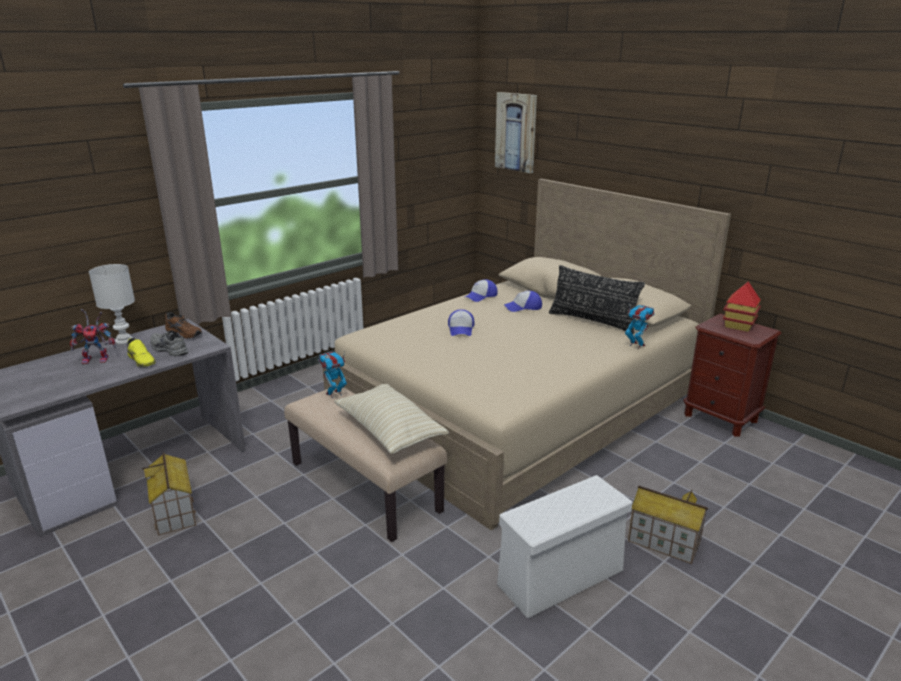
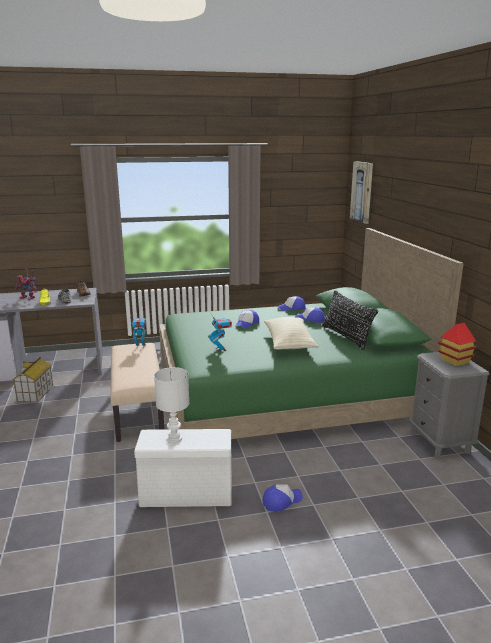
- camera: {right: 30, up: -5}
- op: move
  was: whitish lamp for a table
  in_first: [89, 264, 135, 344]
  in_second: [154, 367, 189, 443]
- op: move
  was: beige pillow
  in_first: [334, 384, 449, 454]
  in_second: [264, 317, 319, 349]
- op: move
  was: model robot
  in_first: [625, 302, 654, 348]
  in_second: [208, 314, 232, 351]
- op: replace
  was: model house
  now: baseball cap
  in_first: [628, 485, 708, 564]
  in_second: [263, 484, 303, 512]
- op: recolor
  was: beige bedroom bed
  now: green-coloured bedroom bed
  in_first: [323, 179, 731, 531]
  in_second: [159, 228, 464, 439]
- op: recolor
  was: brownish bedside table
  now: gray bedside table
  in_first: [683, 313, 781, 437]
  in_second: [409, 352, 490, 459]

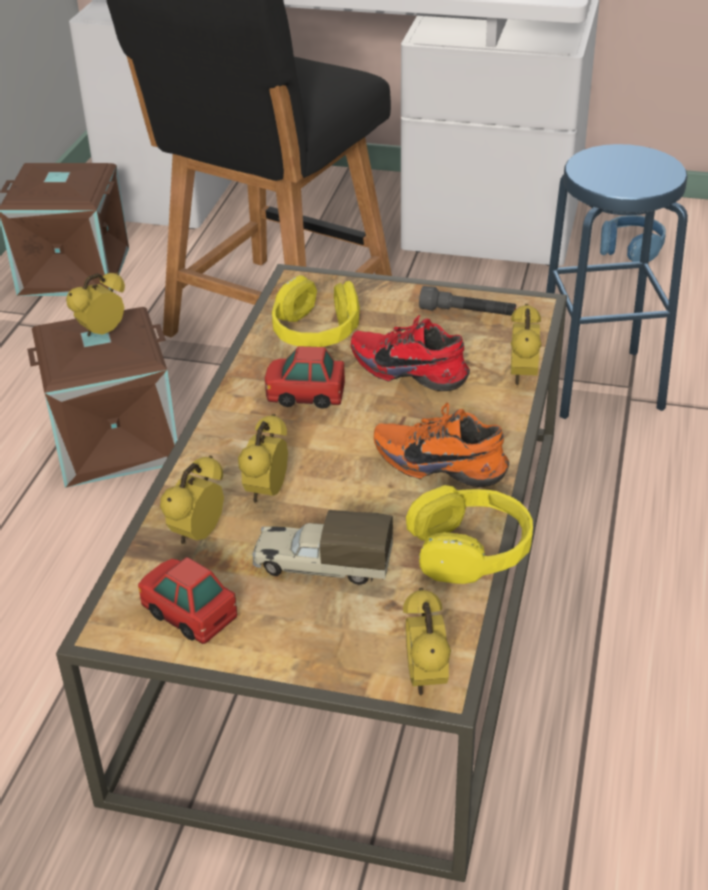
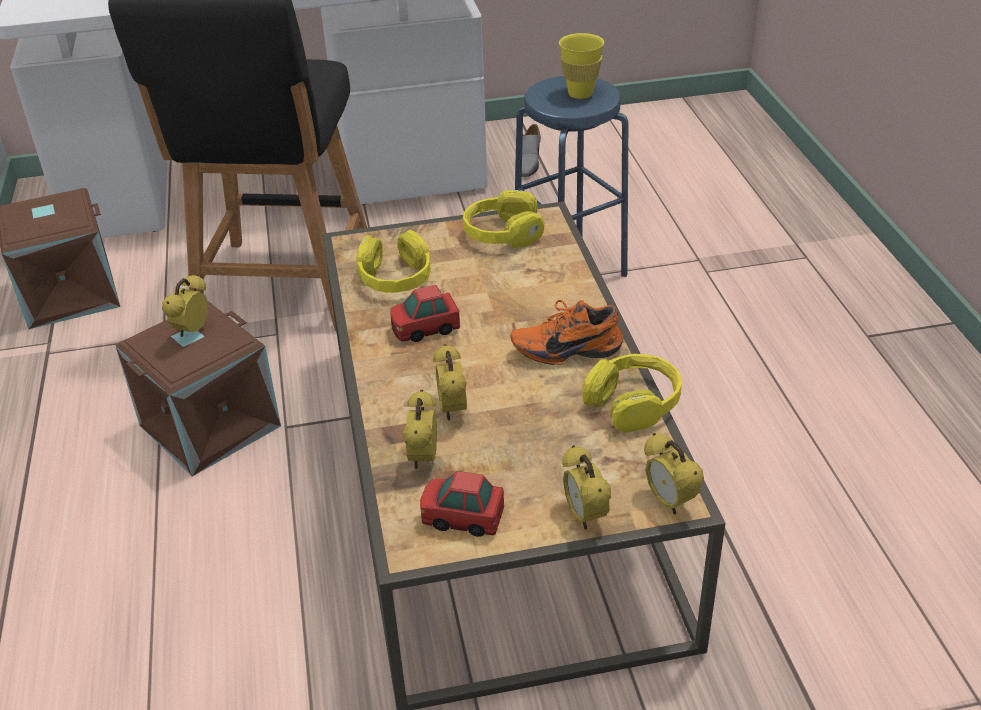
- camera: {right: -25, up: 0}
- op: delete
  was: toy lorry
  in_first: [252, 510, 393, 585]
- op: delete
  was: red shoe
  in_first: [351, 315, 470, 391]
- op: insert
  now: yellowish drinking cup
  in_second: [559, 33, 604, 99]
- op: move
  was: alarm clock
  in_first: [511, 304, 542, 385]
  in_second: [562, 445, 611, 530]
- op: replace
  was: gray torch
  now: yellowish headphones
  in_first: [419, 286, 516, 316]
  in_second: [463, 190, 544, 248]
- op: replace
  was: blue-coloured headphones
  now: gray shoe
  in_first: [600, 215, 666, 262]
  in_second: [522, 124, 541, 177]

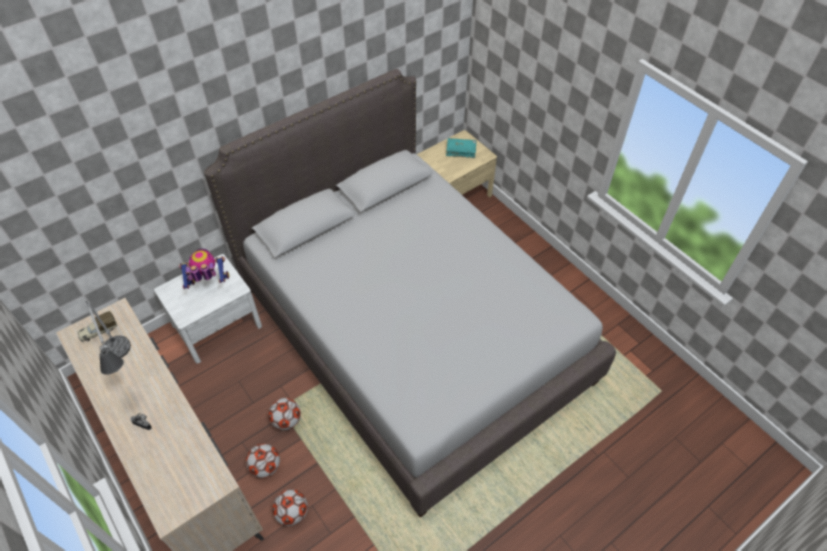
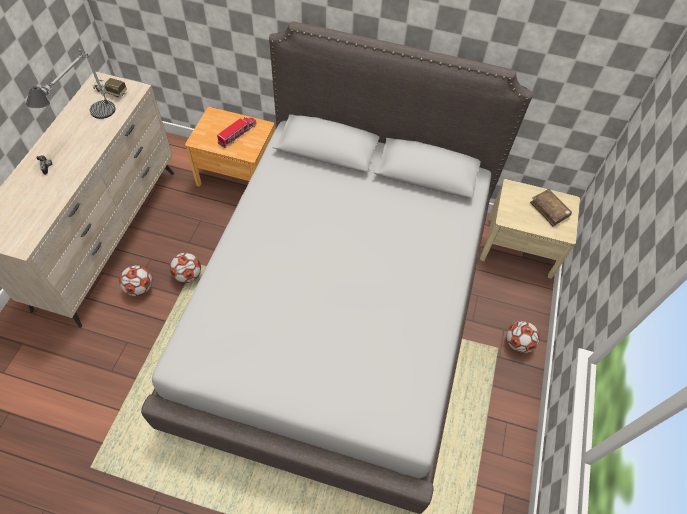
- camera: {right: 50, up: 5}
- op: move
  was: football
  in_first: [272, 489, 308, 526]
  in_second: [506, 321, 540, 353]
- op: replace
  was: model robot
  now: toy lorry
  in_first: [179, 249, 229, 289]
  in_second: [217, 117, 256, 148]
- op: recolor
  was: whitish bedside table
  now: brownish bedside table
  in_first: [154, 254, 262, 364]
  in_second: [185, 107, 275, 187]
- op: recolor
  was: turquoise-coloured book
  now: brownish book
  in_first: [446, 138, 476, 158]
  in_second: [530, 189, 572, 226]

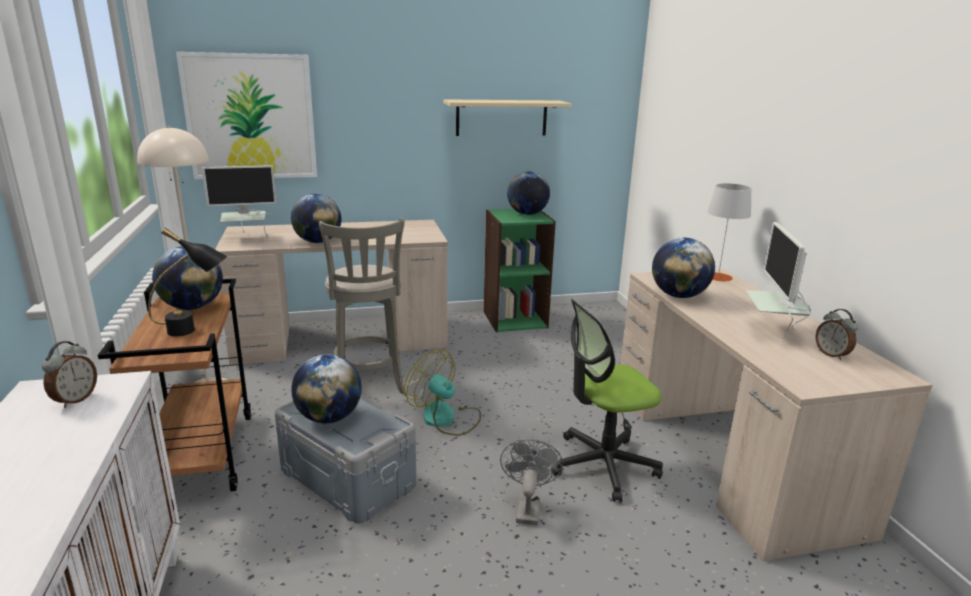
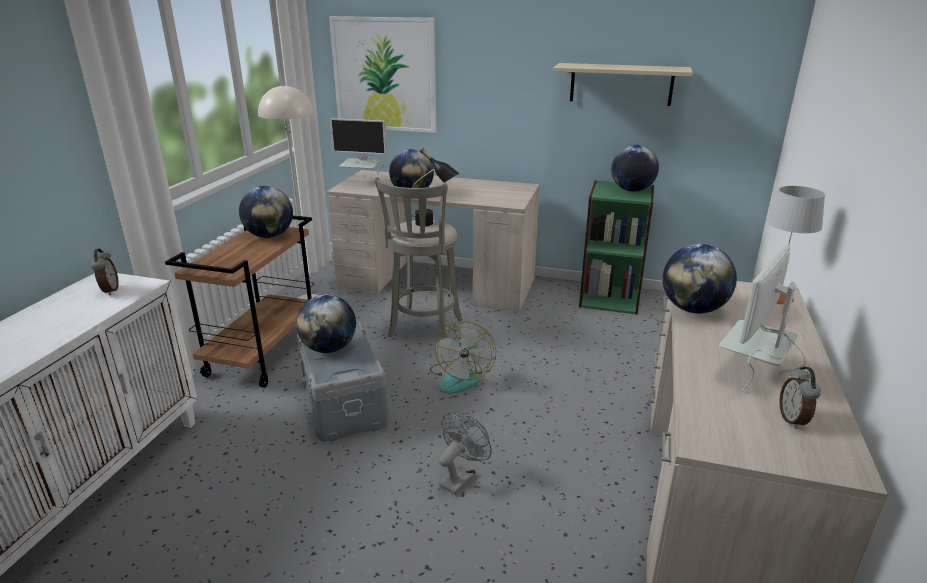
- camera: {right: 30, up: 5}
- op: delete
  was: office chair
  in_first: [551, 299, 663, 502]
- op: move
  was: black lamp for a table
  in_first: [148, 228, 227, 336]
  in_second: [412, 149, 459, 226]
- op: rotate
  was: alarm clock
  in_first: [42, 341, 97, 408]
  in_second: [90, 249, 119, 295]
  clockwise: -60
- op: rotate
  was: fan
  in_first: [404, 350, 481, 436]
  in_second: [430, 321, 496, 394]
  clockwise: -150

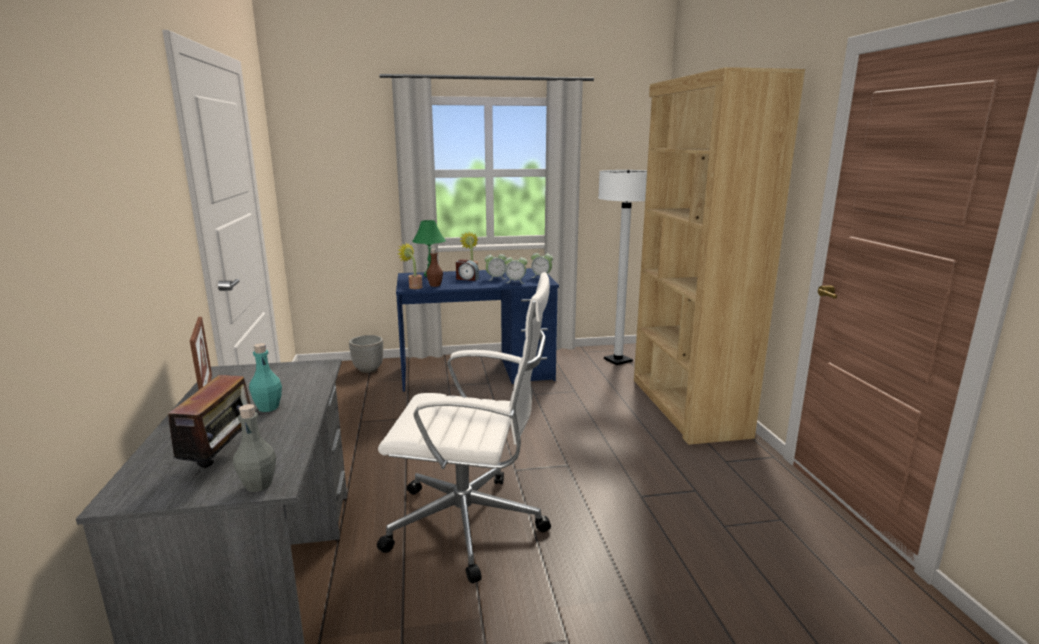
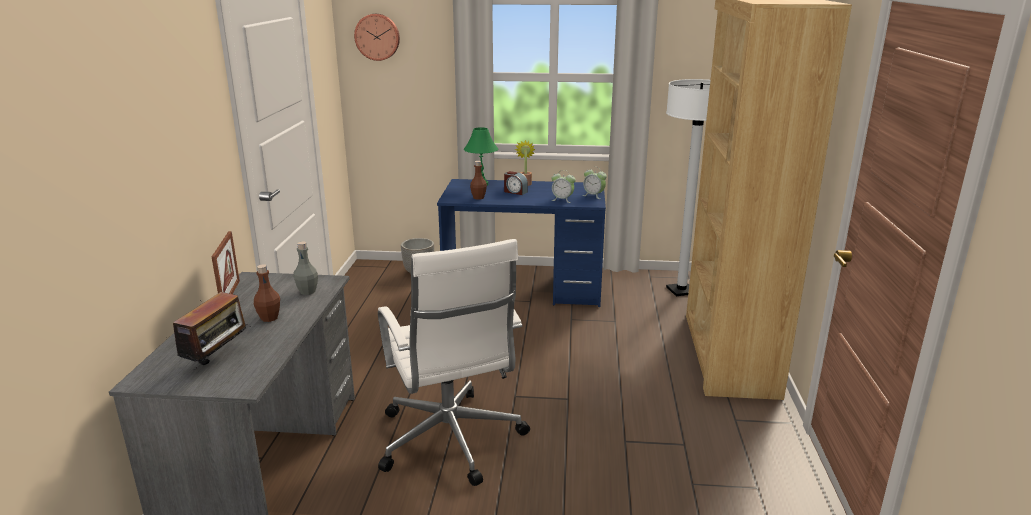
- camera: {right: 15, up: 5}
- op: delete
  was: potted plant
  in_first: [398, 242, 422, 289]
- op: delete
  was: alarm clock
  in_first: [484, 251, 507, 281]
- op: insert
  now: clock on the wall
  in_second: [354, 14, 400, 61]
- op: move
  was: gray beverage bottle
  in_first: [233, 404, 276, 492]
  in_second: [293, 242, 318, 295]
- op: recolor
  was: turquoise-coloured beverage bottle
  now: brownish beverage bottle
  in_first: [249, 343, 282, 412]
  in_second: [254, 265, 280, 322]
- op: rotate
  was: whitish office chair
  in_first: [377, 272, 551, 583]
  in_second: [378, 239, 530, 486]
  clockwise: 45

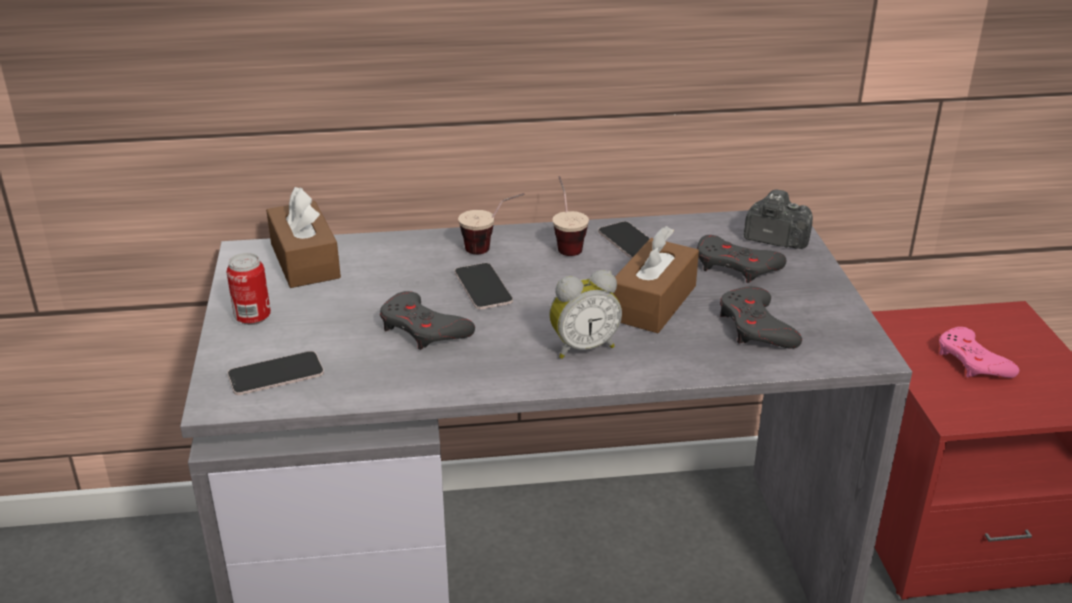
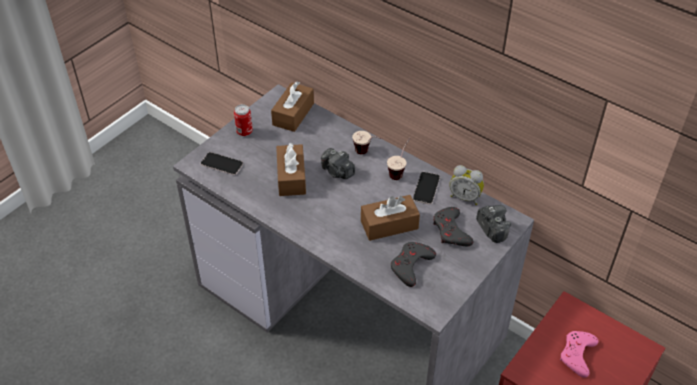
- camera: {right: 45, up: 15}
- op: move
  was: alarm clock
  in_first: [549, 270, 622, 359]
  in_second: [449, 165, 484, 205]
- op: replace
  was: gray game controller
  now: brownish tissue holder
  in_first: [380, 291, 475, 350]
  in_second: [276, 142, 306, 196]
- op: replace
  was: telephone
  now: still camera
  in_first: [454, 263, 513, 309]
  in_second: [321, 148, 355, 179]

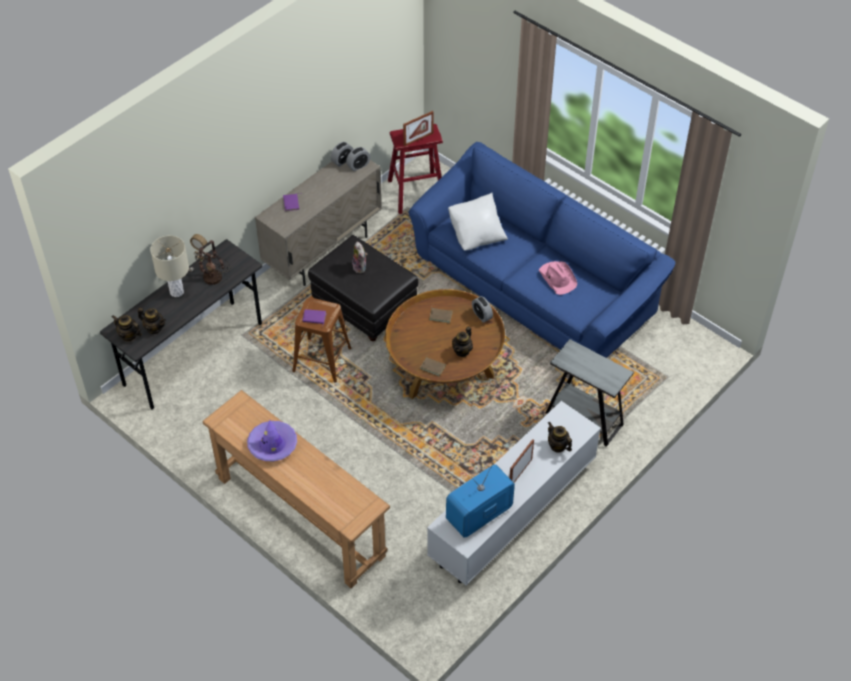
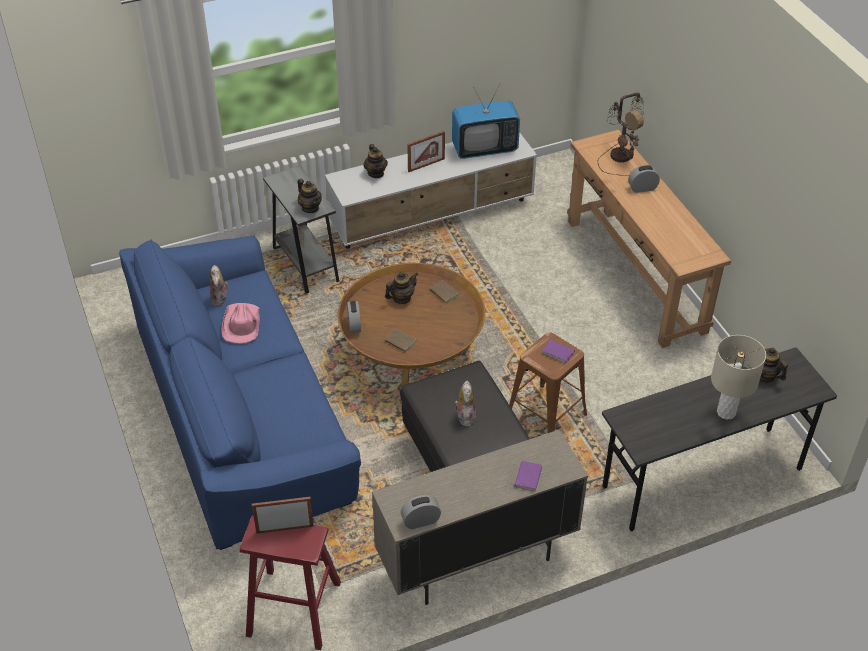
- camera: {right: -155, up: -5}
- op: delete
  was: purple-coloured hat
  in_first: [247, 420, 297, 462]
- op: delete
  was: whitish pillow
  in_first: [448, 193, 508, 251]
- op: insert
  now: cuddly toy
  in_second: [210, 265, 228, 306]
- op: move
  was: pot for tea
  in_first: [112, 315, 142, 342]
  in_second: [297, 179, 322, 213]
- op: move
  was: lamp for a table
  in_first: [188, 234, 231, 285]
  in_second: [598, 92, 644, 176]
- op: move
  was: alarm clock
  in_first: [346, 147, 370, 171]
  in_second: [628, 165, 660, 193]

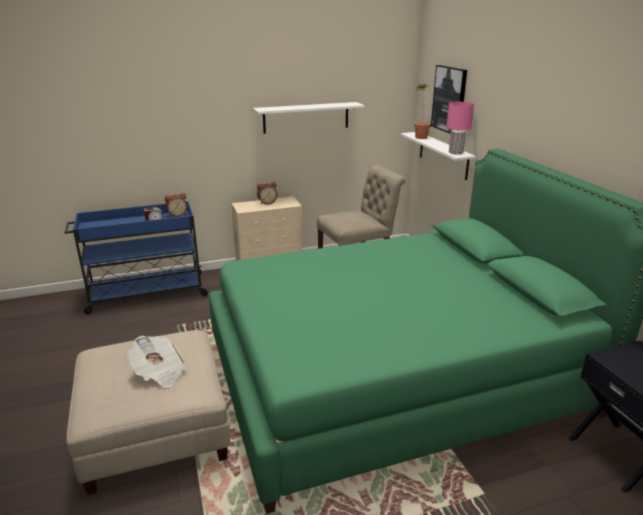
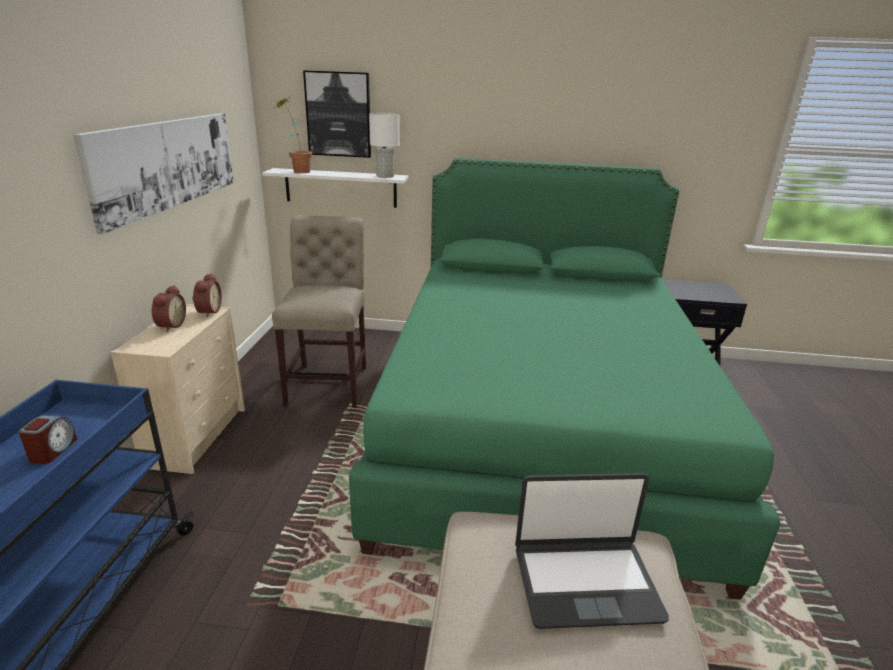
- camera: {right: -65, up: 0}
- op: move
  was: alarm clock
  in_first: [165, 193, 188, 217]
  in_second: [192, 273, 222, 317]
- op: replace
  was: newspaper
  now: notebook computer
  in_first: [127, 336, 187, 388]
  in_second: [515, 473, 669, 629]
- op: replace
  was: whitish shelf
  now: picture
  in_first: [253, 102, 365, 134]
  in_second: [73, 113, 234, 234]
- op: recolor
  was: pink-coloured lamp for a table
  now: whitish lamp for a table
  in_first: [447, 102, 474, 154]
  in_second: [369, 113, 400, 178]

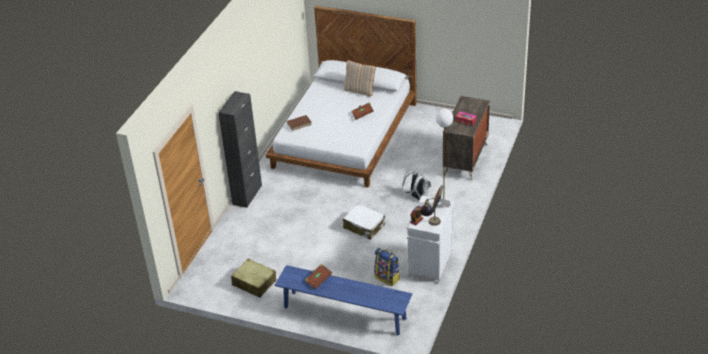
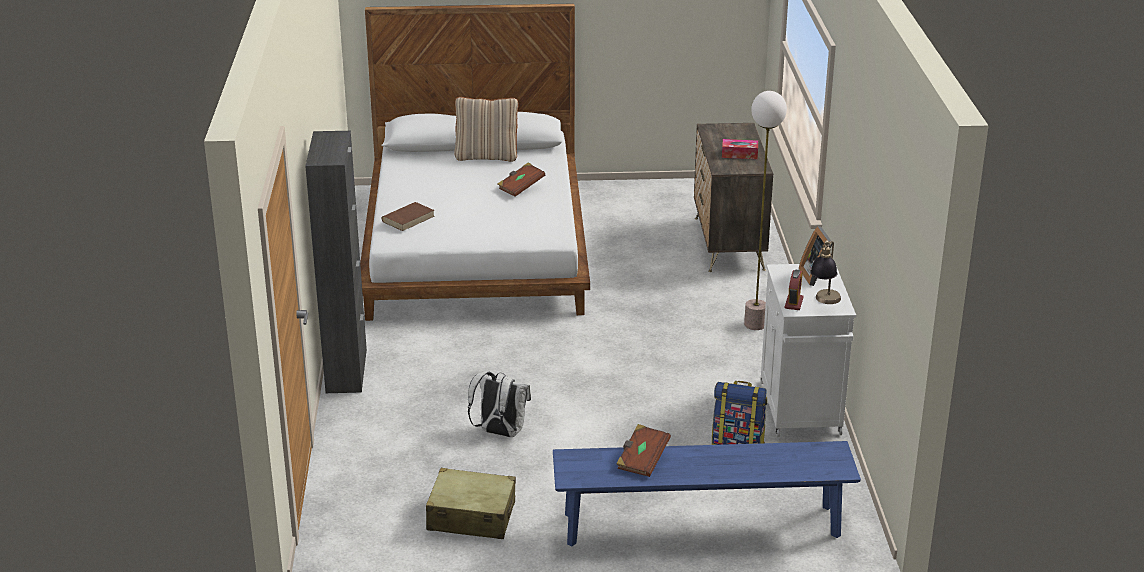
- camera: {right: -25, up: -10}
- op: delete
  was: whitish travel case
  in_first: [343, 204, 385, 240]
- op: move
  was: whitish backpack
  in_first: [402, 170, 431, 200]
  in_second: [468, 371, 531, 437]

